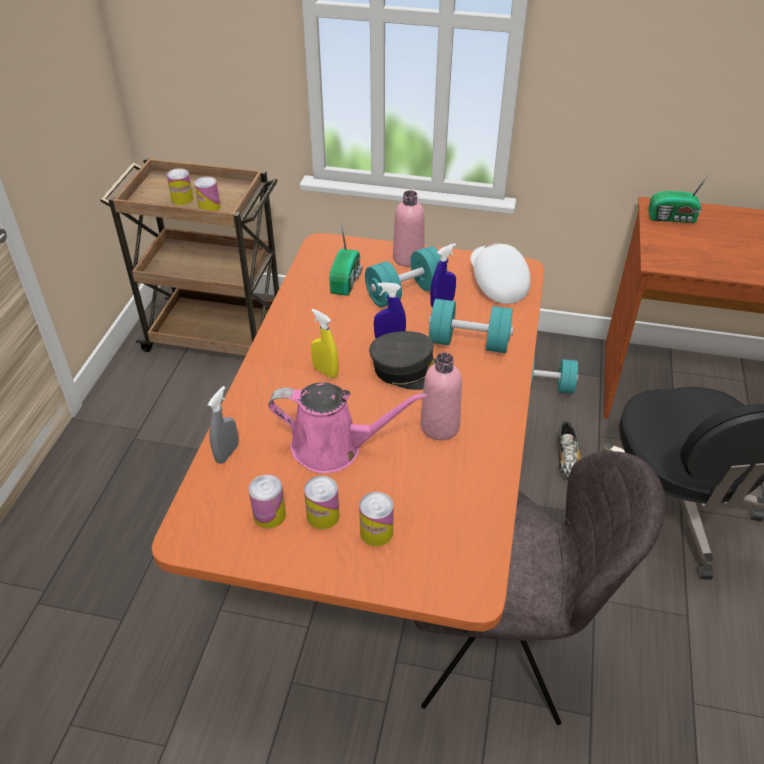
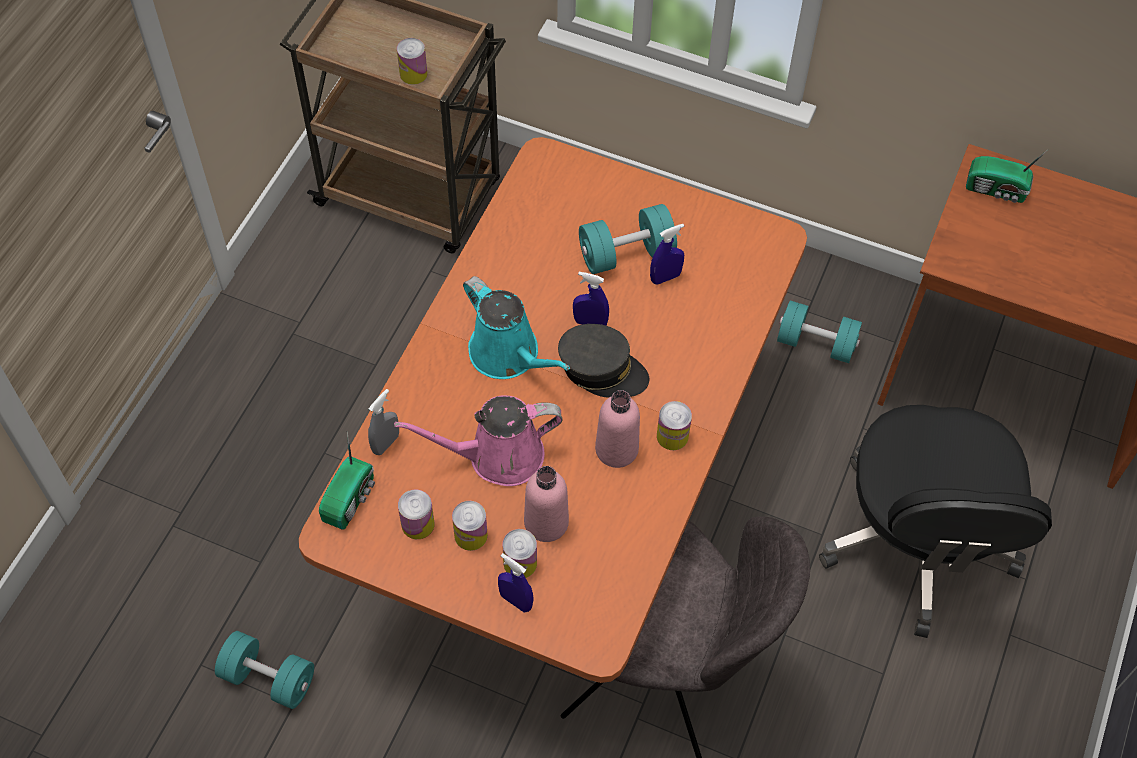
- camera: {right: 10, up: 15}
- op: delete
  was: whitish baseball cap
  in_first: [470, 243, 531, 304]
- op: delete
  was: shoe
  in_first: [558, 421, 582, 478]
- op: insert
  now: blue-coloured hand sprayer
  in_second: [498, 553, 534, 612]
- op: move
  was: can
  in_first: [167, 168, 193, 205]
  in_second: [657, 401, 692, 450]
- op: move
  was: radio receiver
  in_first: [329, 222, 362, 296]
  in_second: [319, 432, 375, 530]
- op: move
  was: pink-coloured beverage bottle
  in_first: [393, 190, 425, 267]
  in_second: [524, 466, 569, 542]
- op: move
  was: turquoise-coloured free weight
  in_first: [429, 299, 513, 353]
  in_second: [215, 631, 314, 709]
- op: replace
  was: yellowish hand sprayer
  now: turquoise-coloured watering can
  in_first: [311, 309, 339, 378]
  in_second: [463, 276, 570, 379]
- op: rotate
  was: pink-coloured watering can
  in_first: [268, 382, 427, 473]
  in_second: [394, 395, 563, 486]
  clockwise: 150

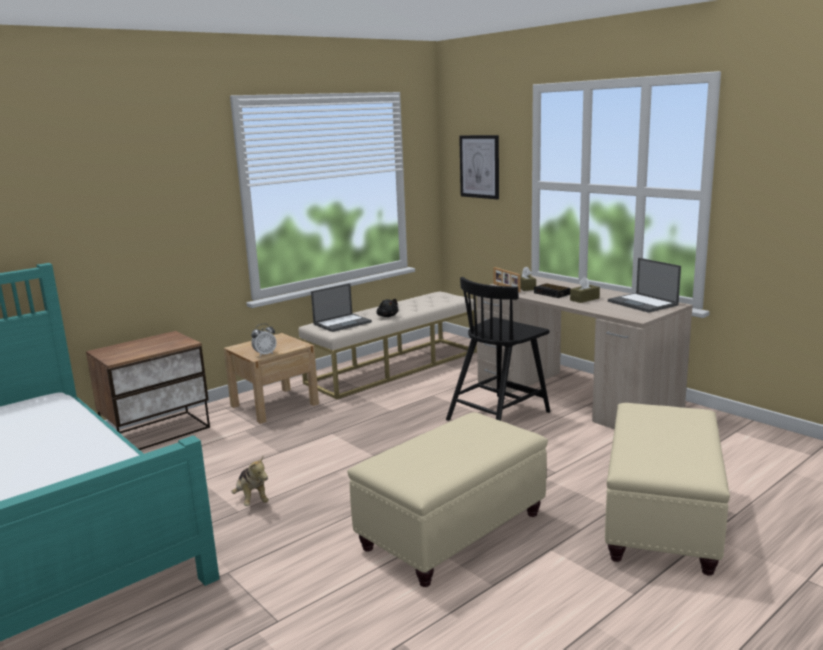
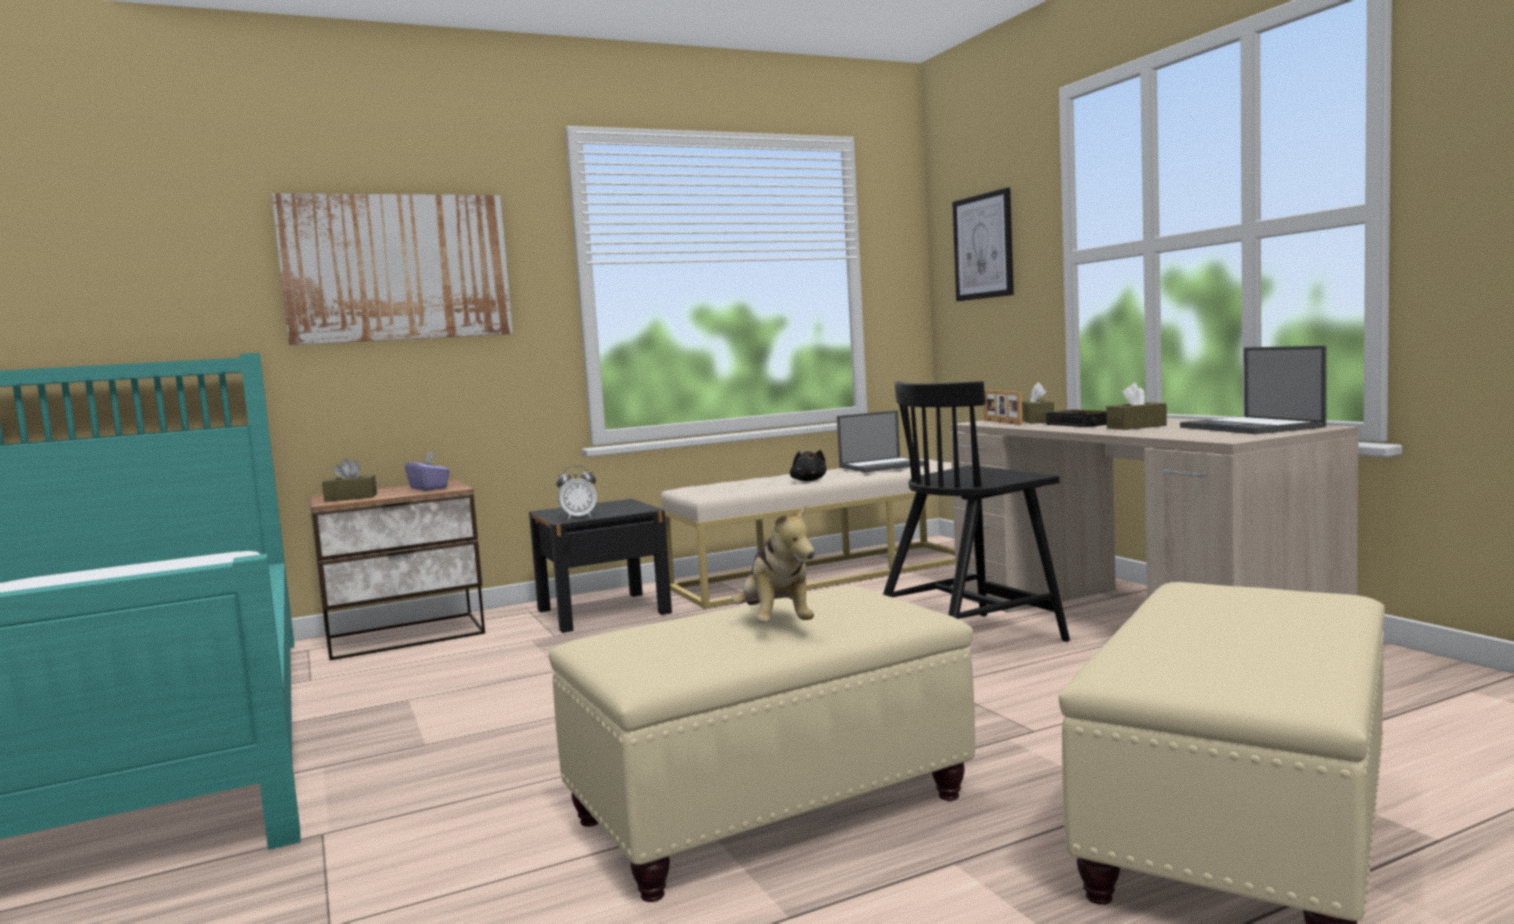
- camera: {right: 15, up: -10}
- op: insert
  now: picture
  in_second: [272, 193, 513, 345]
- op: insert
  now: brownish tissue holder
  in_second: [322, 459, 377, 502]
- op: insert
  now: purple-coloured tissue holder
  in_second: [405, 452, 450, 491]
- op: move
  was: cuddly toy
  in_first: [231, 456, 269, 506]
  in_second: [732, 504, 815, 623]
- op: move
  was: notebook computer
  in_first: [311, 283, 372, 332]
  in_second: [837, 410, 924, 472]
- op: recolor
  was: beige bedside table
  now: black bedside table
  in_first: [224, 333, 319, 424]
  in_second: [529, 499, 672, 633]

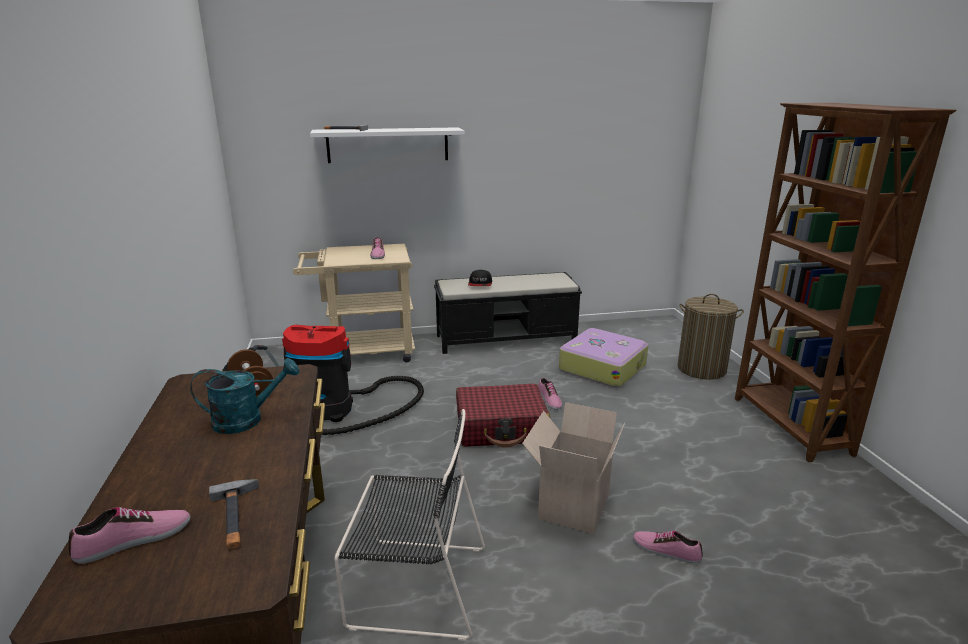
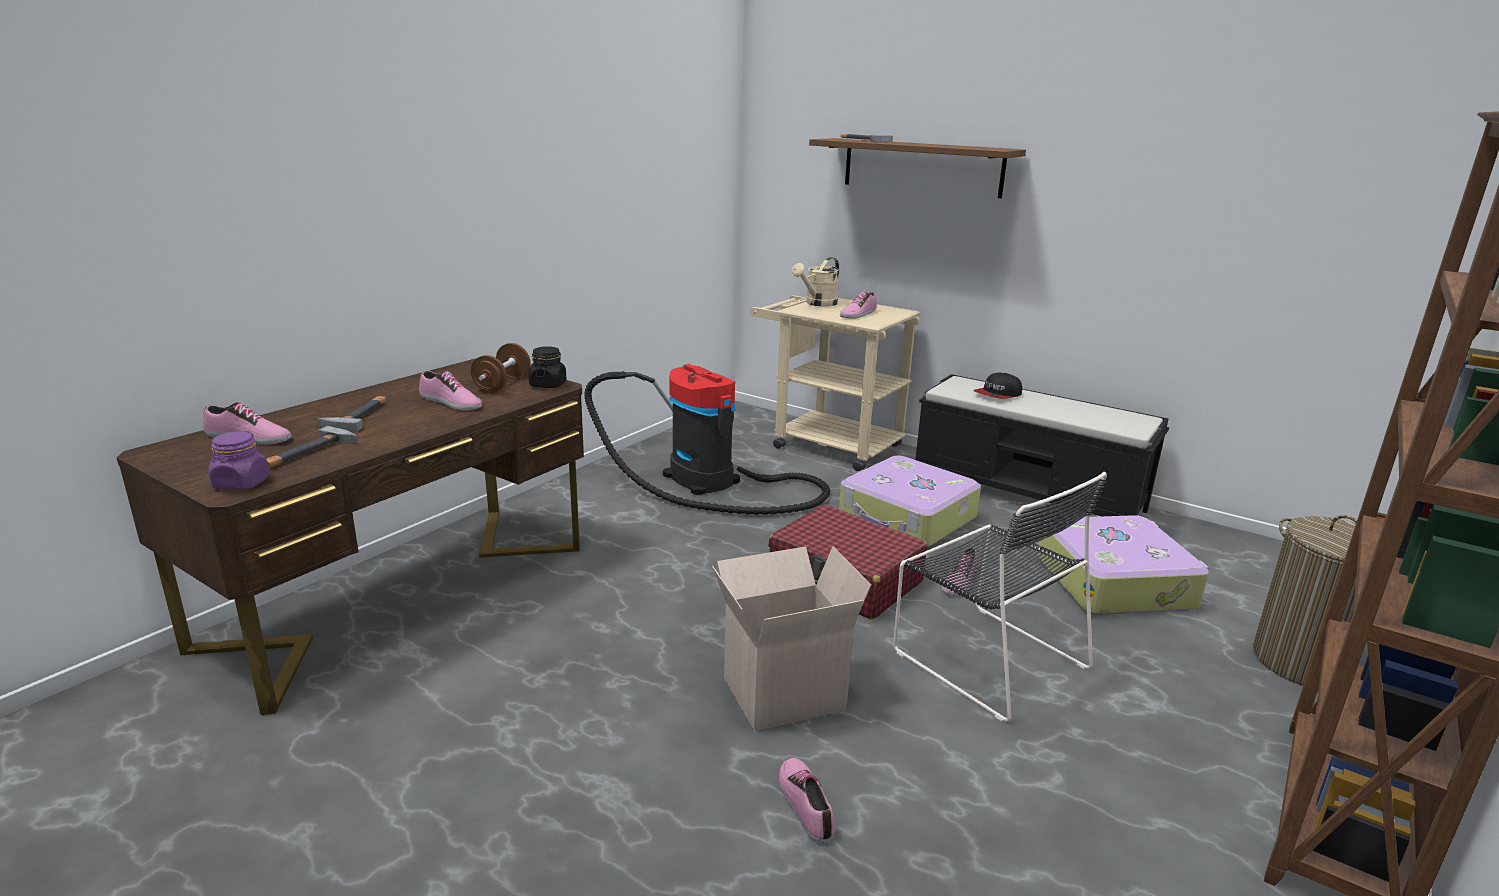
- camera: {right: 45, up: 0}
- op: insert
  now: purple-coloured jar
  in_second: [208, 431, 270, 490]
- op: insert
  now: hand hammer
  in_second: [318, 396, 386, 432]
- op: insert
  now: black jar
  in_second: [529, 346, 566, 388]
- op: insert
  now: beige watering can
  in_second: [792, 257, 839, 306]
- op: insert
  now: travel case
  in_second: [839, 456, 981, 547]
- op: move
  was: black plain chair
  in_first: [334, 409, 485, 641]
  in_second: [893, 472, 1107, 722]
- op: replace
  was: turquoise-coloured watering can
  now: shoe
  in_first: [190, 358, 299, 434]
  in_second: [419, 371, 482, 410]
- op: recolor
  was: whitish shelf
  now: brownish shelf
  in_first: [310, 127, 465, 163]
  in_second: [809, 138, 1026, 198]

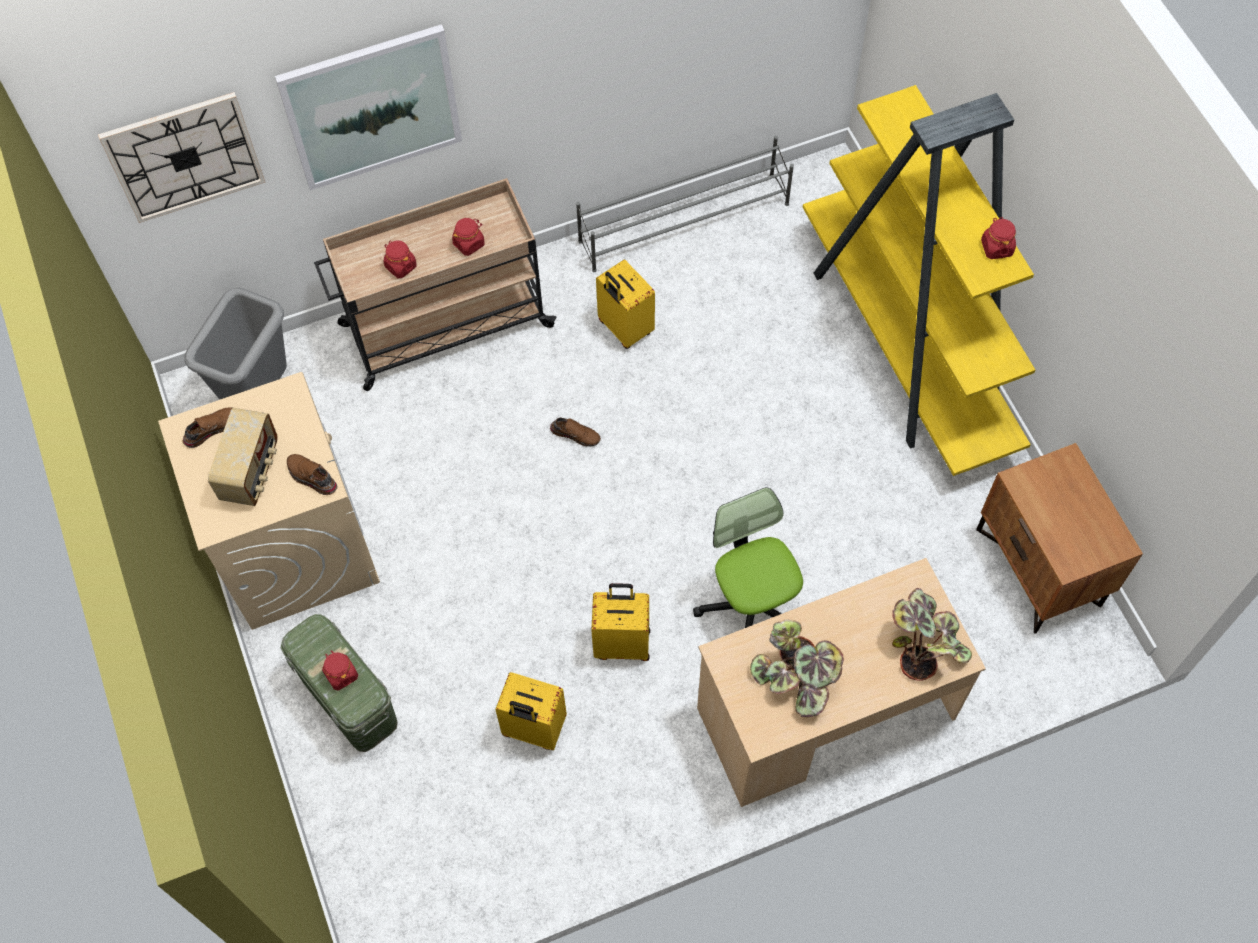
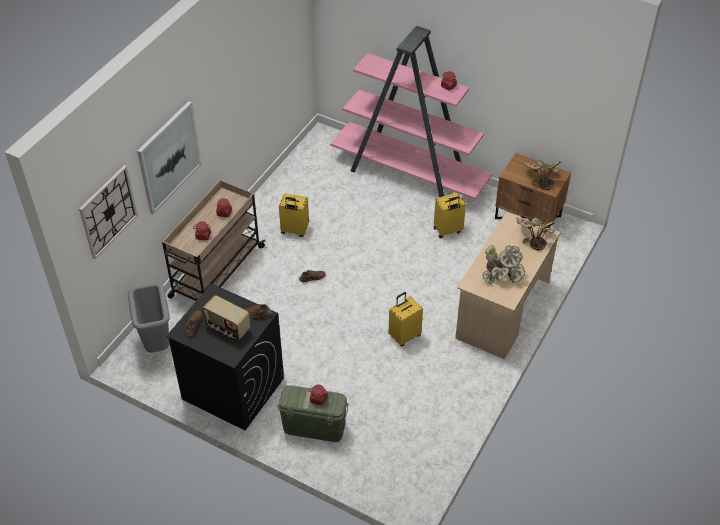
- camera: {right: -40, up: -15}
- op: delete
  was: gray shoe stand
  in_first: [576, 136, 794, 272]
- op: delete
  was: office chair
  in_first: [693, 487, 803, 628]
- op: insert
  now: potted plant
  in_second: [523, 160, 561, 190]
- op: move
  was: yellowish travel case
  in_first: [495, 672, 567, 750]
  in_second: [434, 193, 466, 238]
- op: recolor
  was: beige washing machine
  now: black washing machine
  in_first: [158, 372, 380, 630]
  in_second: [166, 283, 284, 430]
- op: recolor
  was: yellowish bookshelf
  now: pink-coloured bookshelf
  in_first: [803, 85, 1035, 476]
  in_second: [330, 26, 492, 199]
- op: rotate
  was: radio receiver
  in_first: [208, 408, 278, 506]
  in_second: [202, 295, 250, 341]
  clockwise: 150

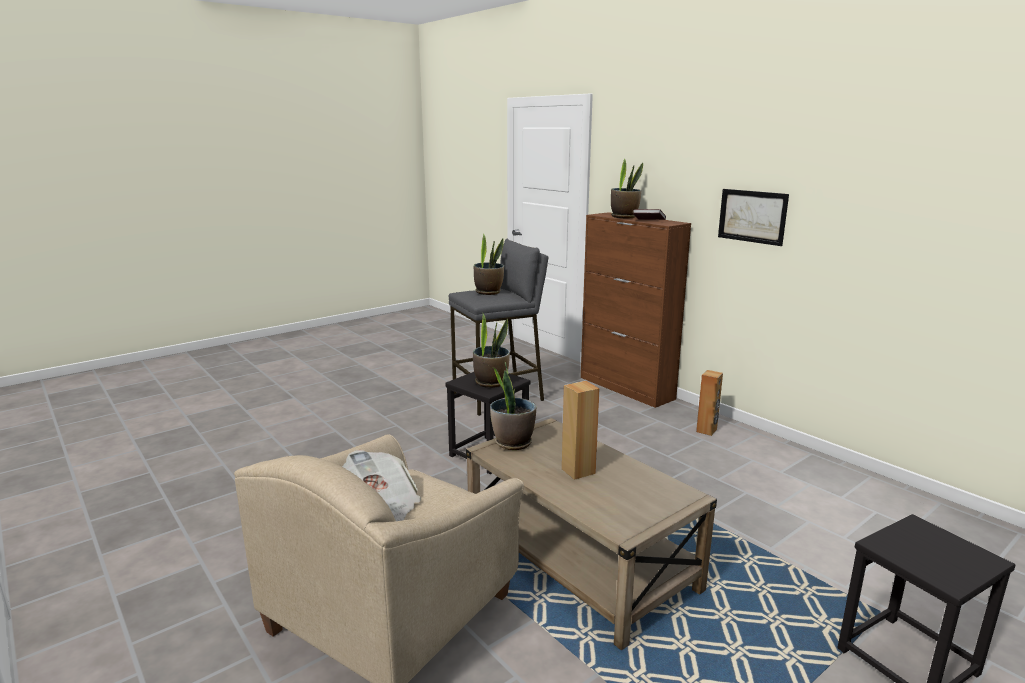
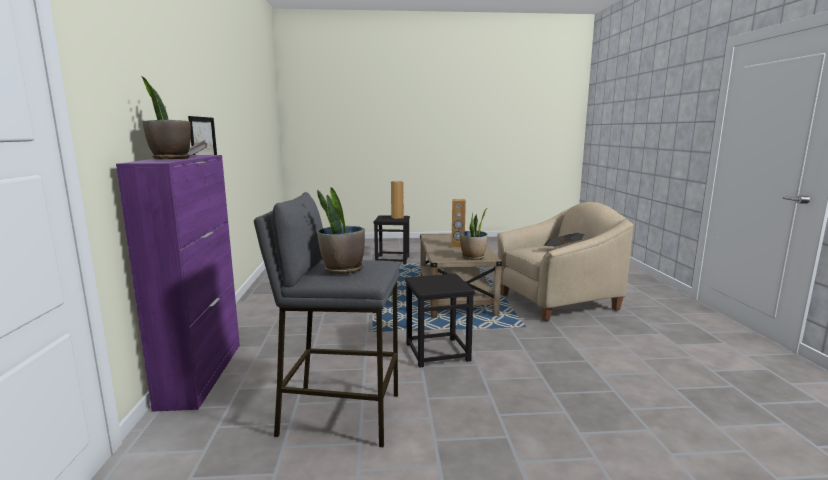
- camera: {right: -145, up: -5}
- op: delete
  was: potted plant
  in_first: [473, 314, 510, 388]
- op: move
  was: brownish audio speaker
  in_first: [696, 370, 723, 436]
  in_second: [391, 181, 404, 219]
- op: recolor
  was: brownish cabinet
  now: purple-coloured cabinet
  in_first: [581, 212, 691, 408]
  in_second: [116, 155, 240, 412]

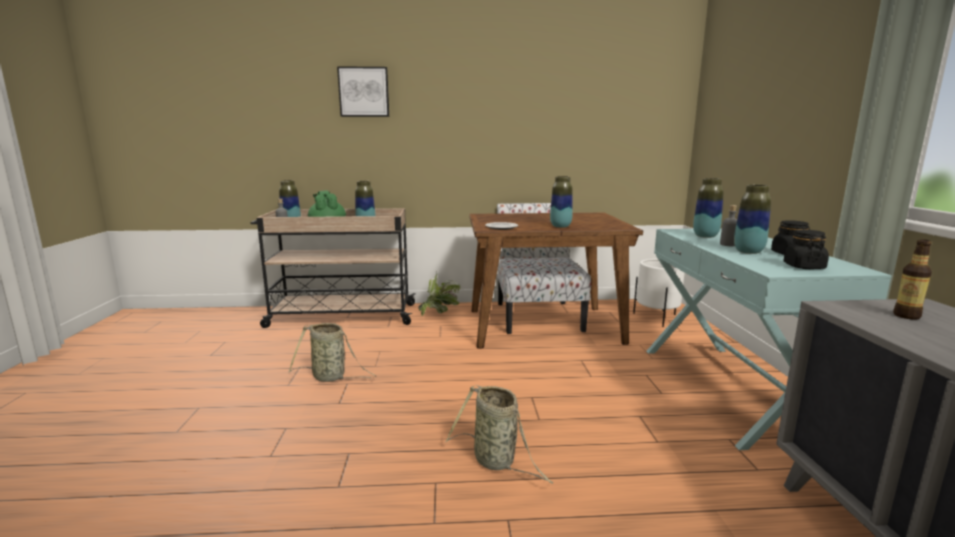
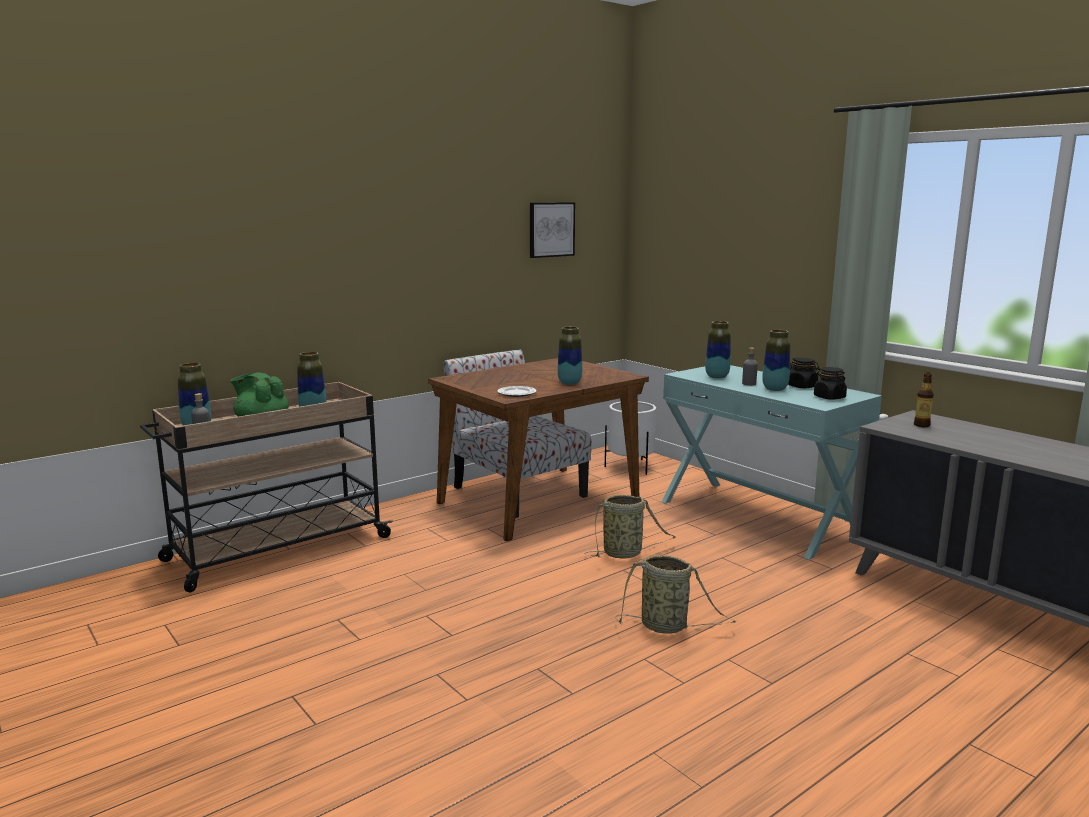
- camera: {right: -35, up: 0}
- op: delete
  was: potted plant
  in_first: [418, 272, 460, 316]
- op: move
  was: basket
  in_first: [289, 323, 376, 382]
  in_second: [585, 495, 676, 559]
- op: move
  was: picture
  in_first: [337, 66, 389, 117]
  in_second: [530, 202, 575, 258]

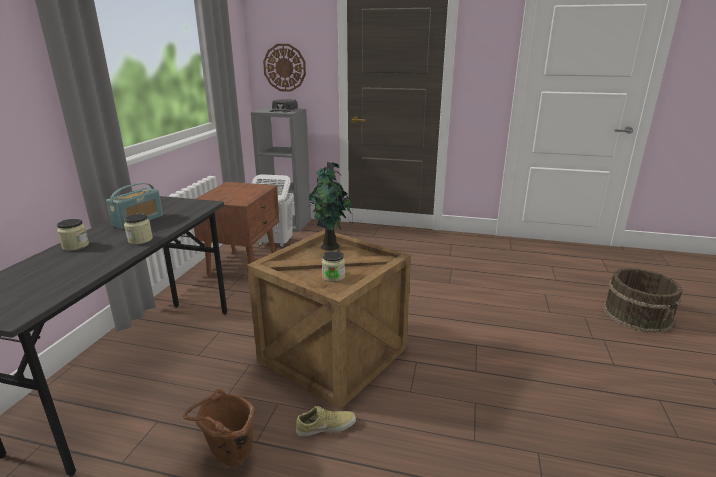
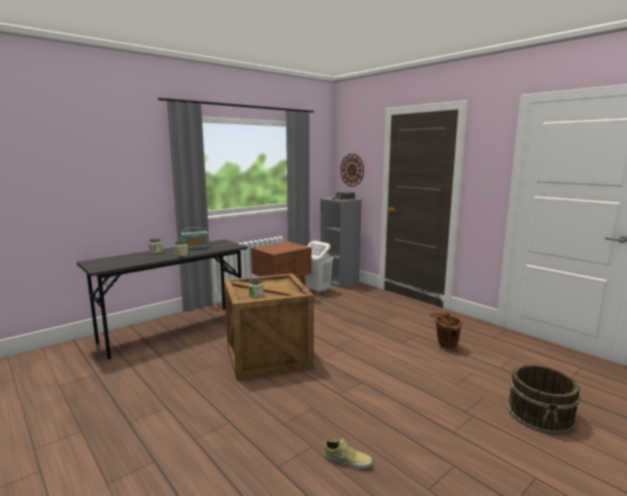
- camera: {right: 35, up: -10}
- op: delete
  was: potted plant
  in_first: [308, 162, 351, 251]
- op: move
  was: brownish pail
  in_first: [183, 389, 255, 466]
  in_second: [430, 312, 463, 349]
- op: move
  was: beige shoe
  in_first: [296, 406, 356, 437]
  in_second: [323, 438, 372, 469]

